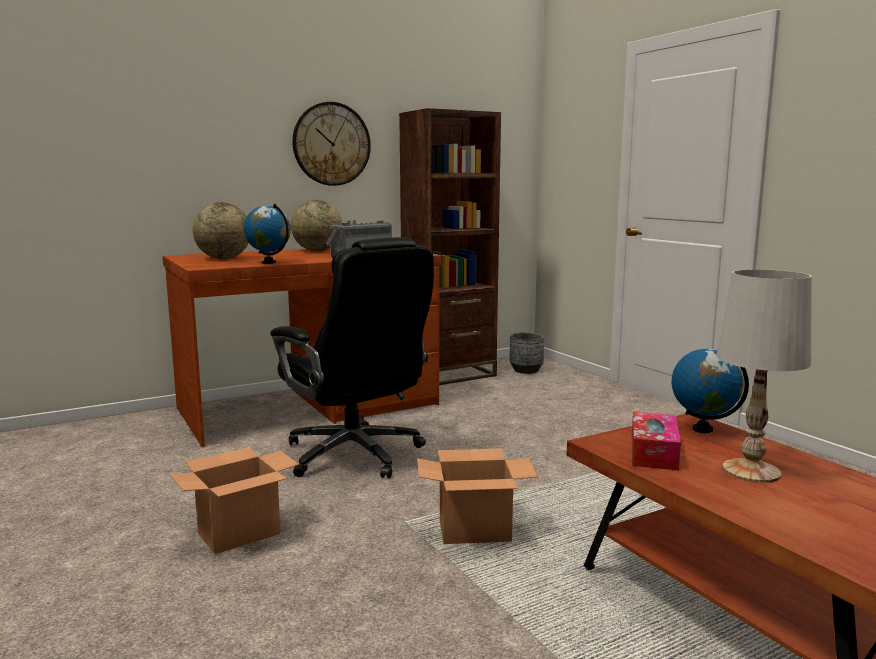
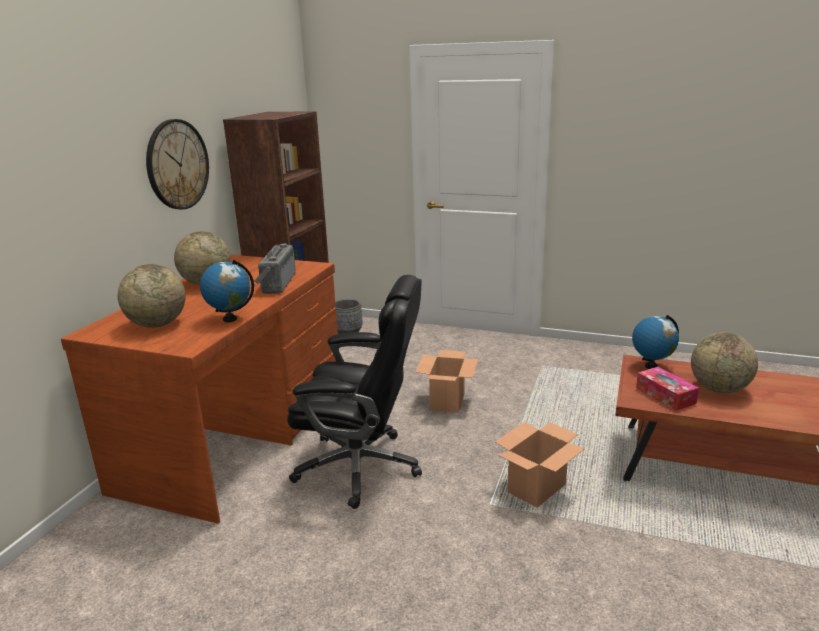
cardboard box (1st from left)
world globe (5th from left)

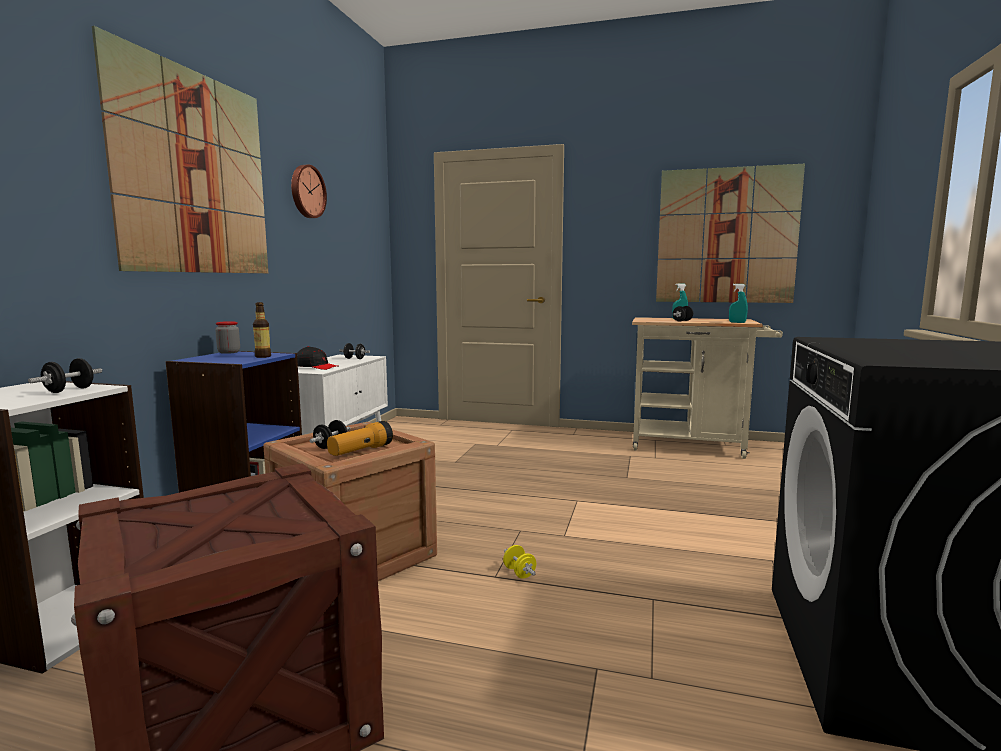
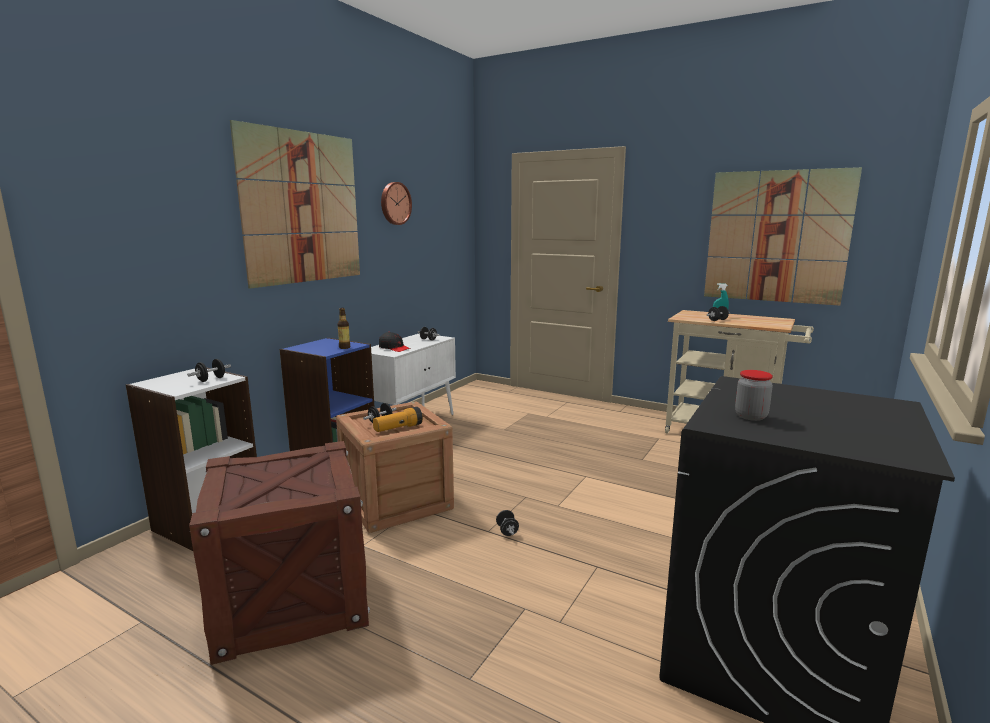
spray bottle/blue-green (2nd from left in the first image)
storage jar
dumbbell/blackish (4th from left)

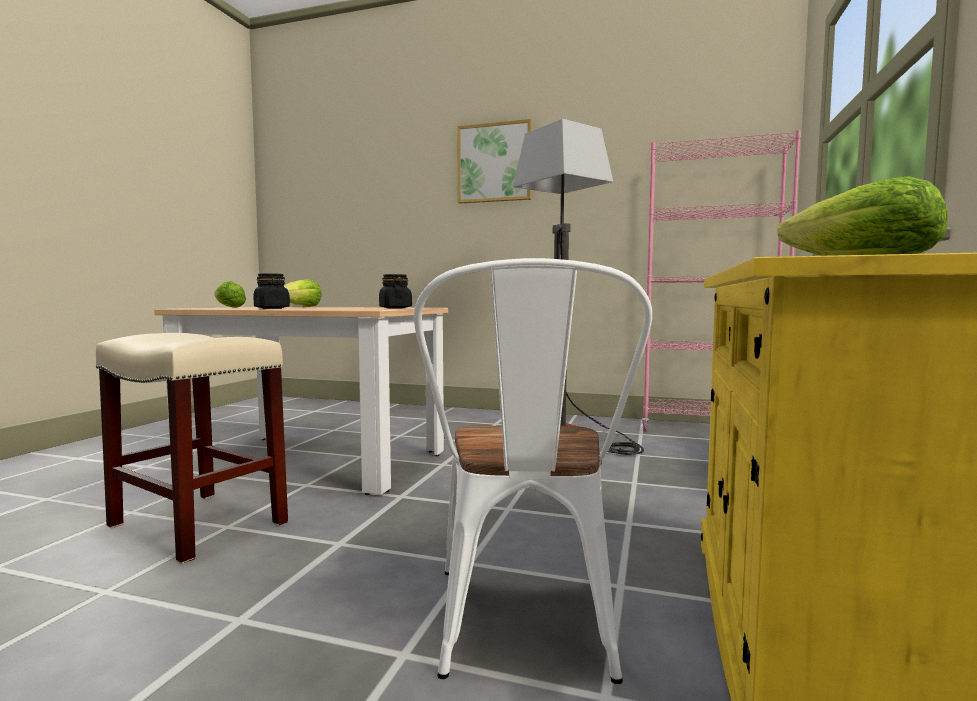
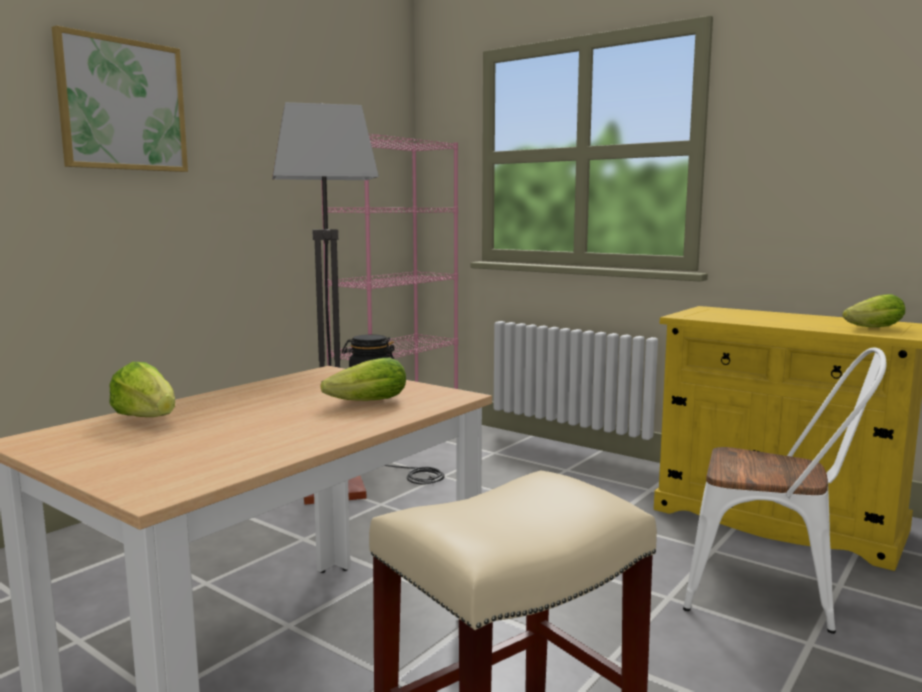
storage jar/blackish (1st from left in the first image)
head of lettuce (2nd from left)

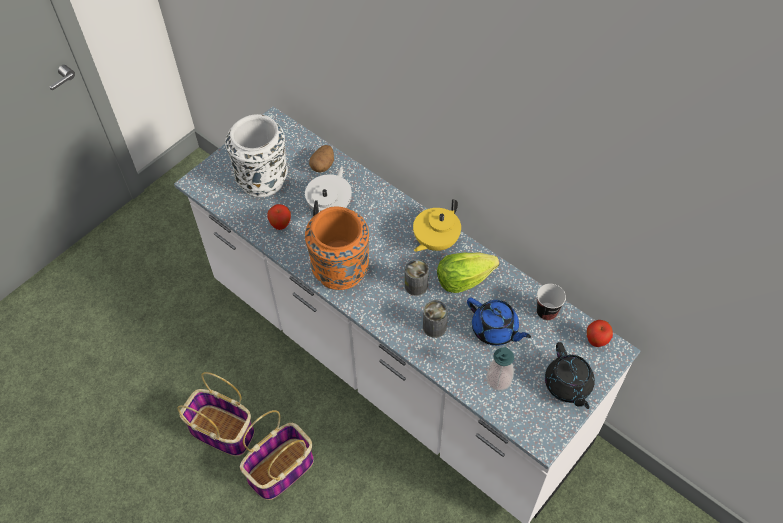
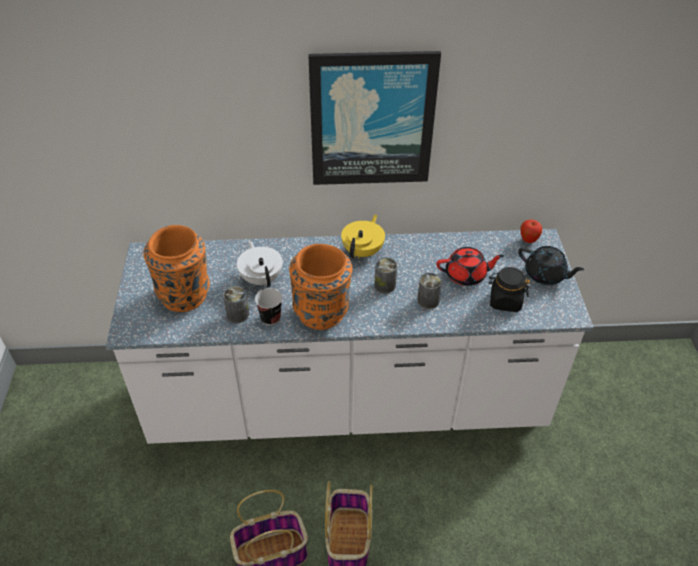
potato
head of lettuce
wall picture
cup
sealed can (1st from left)
storage jar/blackish
decorative vase/orange (1st from left)
tea pot/red-coloured
tea pot/yellowish

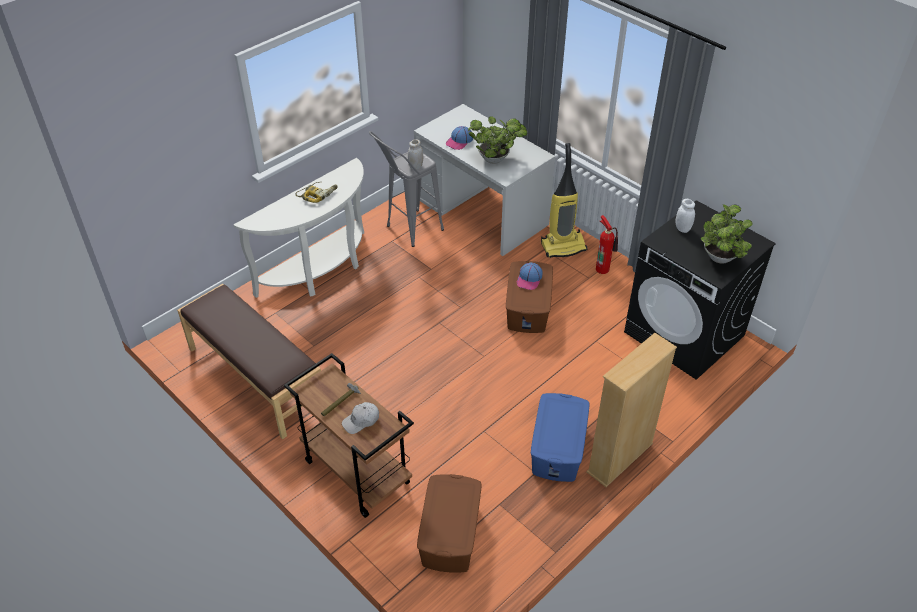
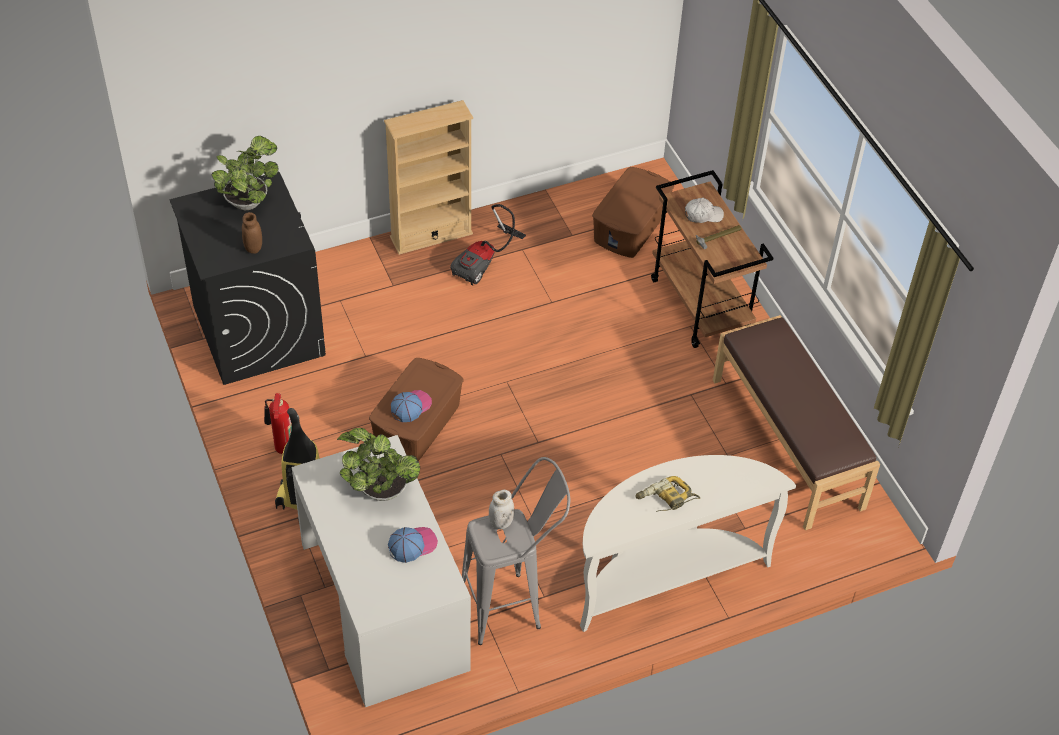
vacuum (2nd from left)
storage jar/brownish

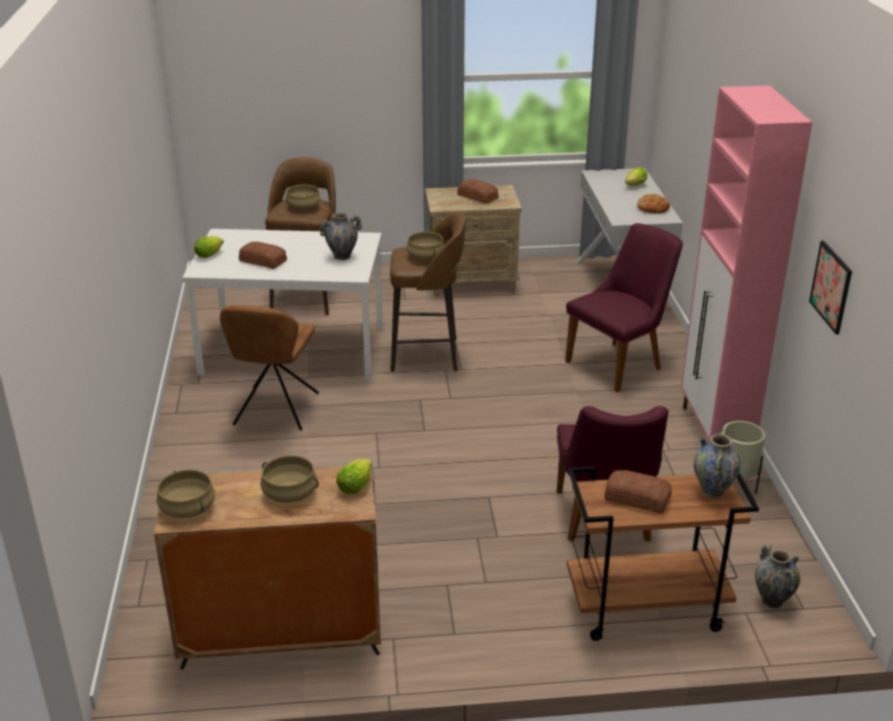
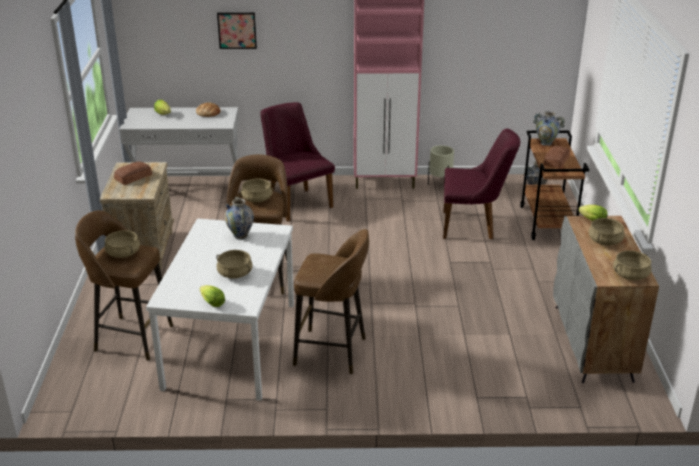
wall picture
stool seat/brownish (3rd from left)
cooking pot/beige (2nd from left)

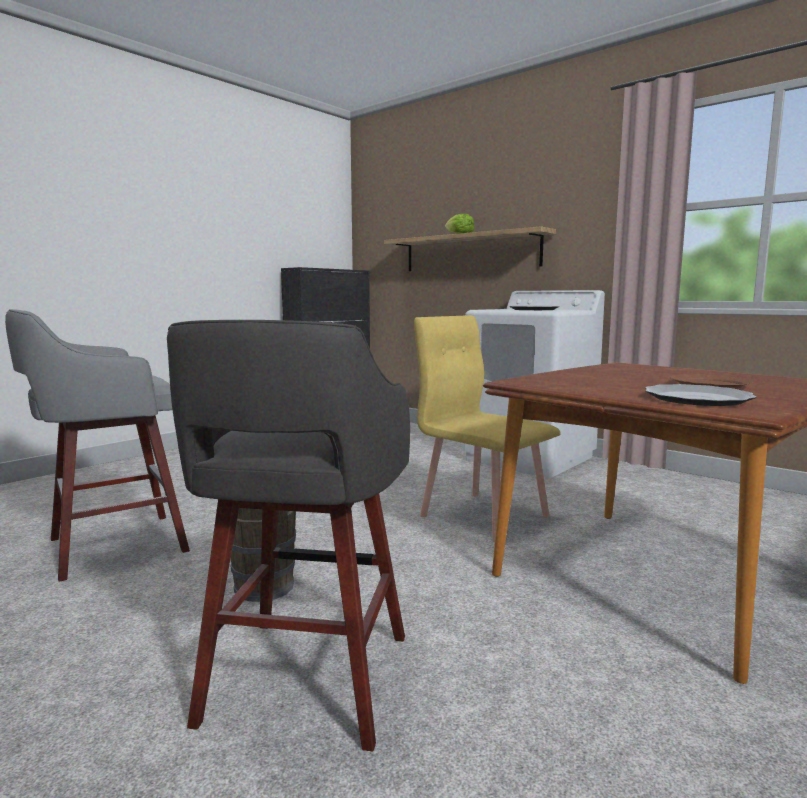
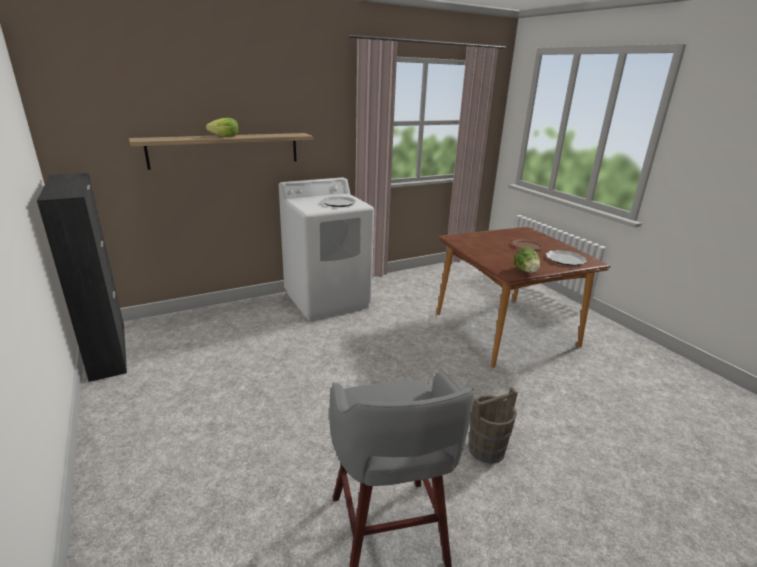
stool seat/gray (2nd from left in the first image)
upright chair/yellowish
head of lettuce (2nd from left)

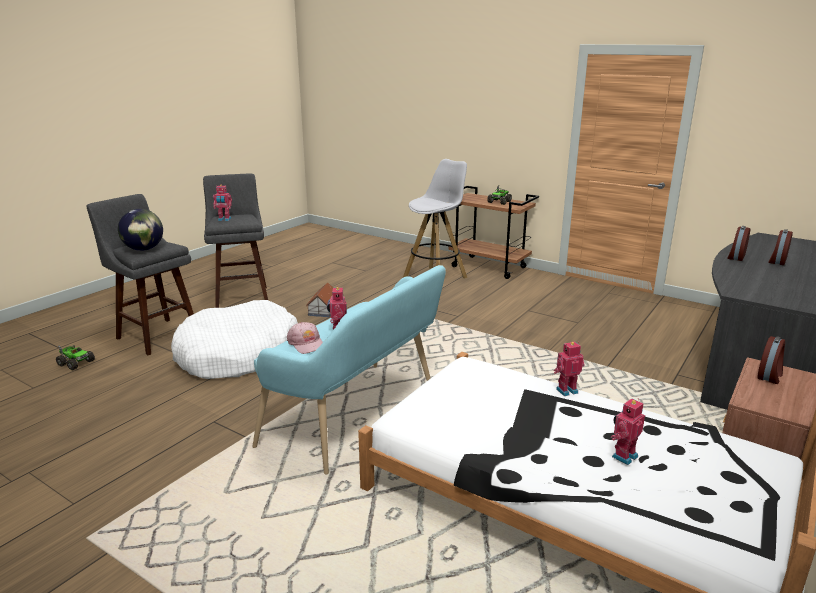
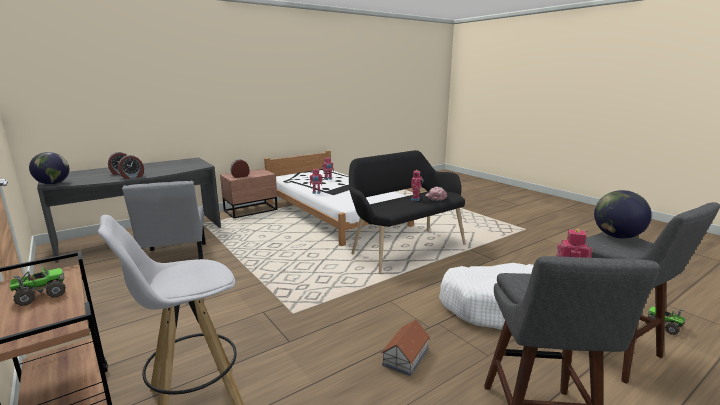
world globe (1st from left)
upright chair/gray
bench/blackish

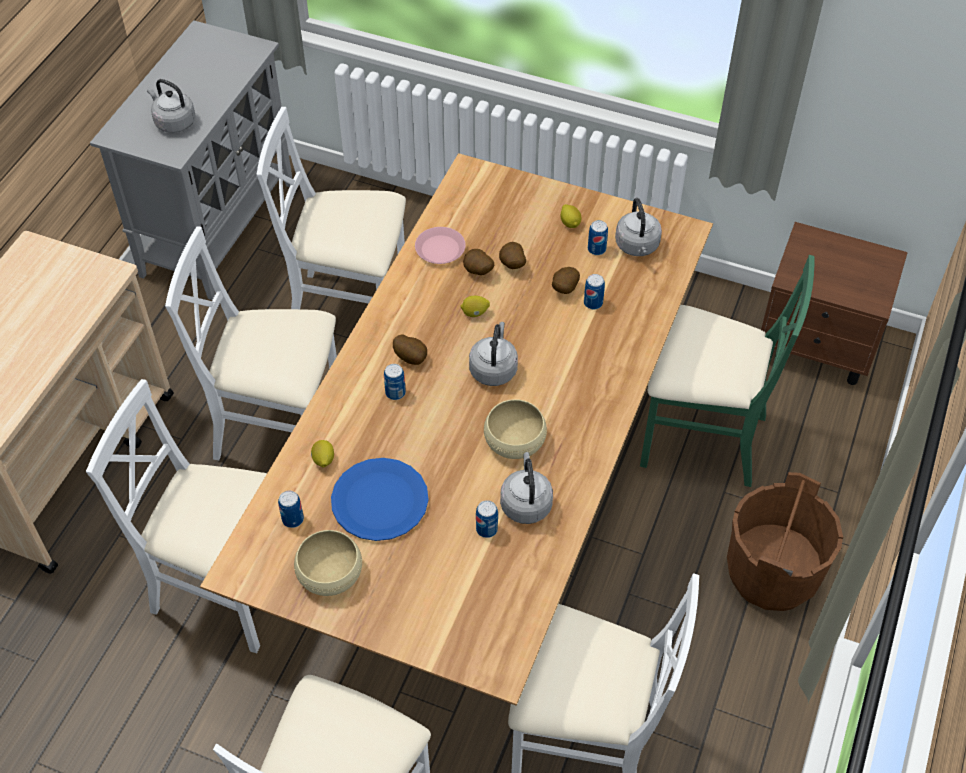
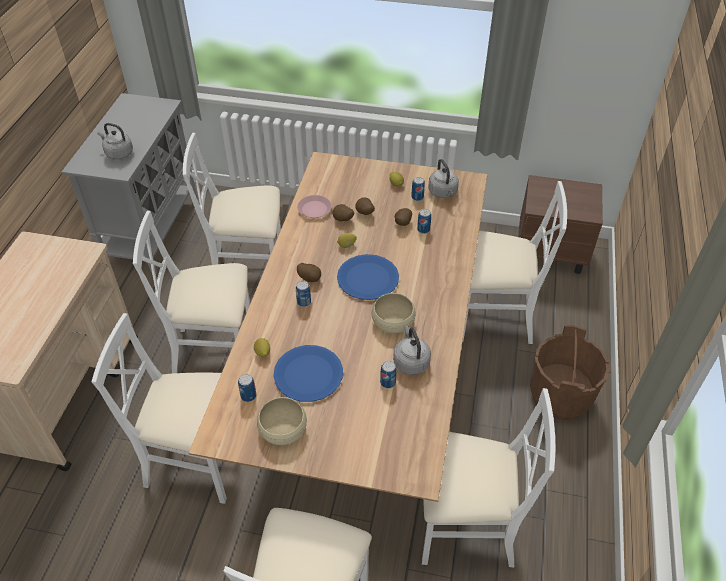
dinner plate/blue-coloured (2nd from left)
upright chair/white (6th from left)

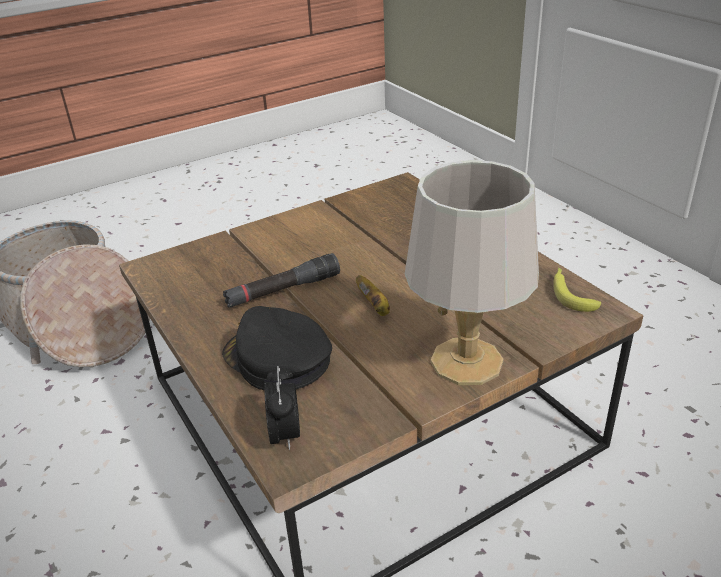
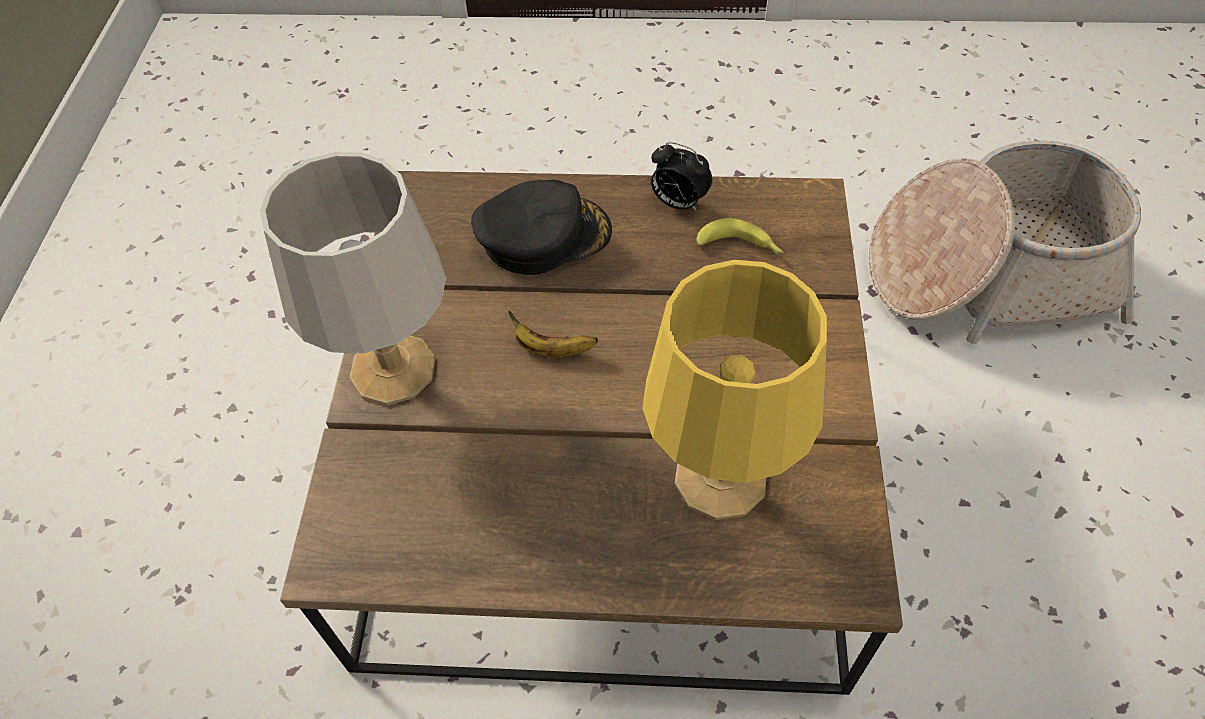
hand torch/blackish
tabletop lamp/yellowish
bedside clock
banana fruit (2nd from left)

